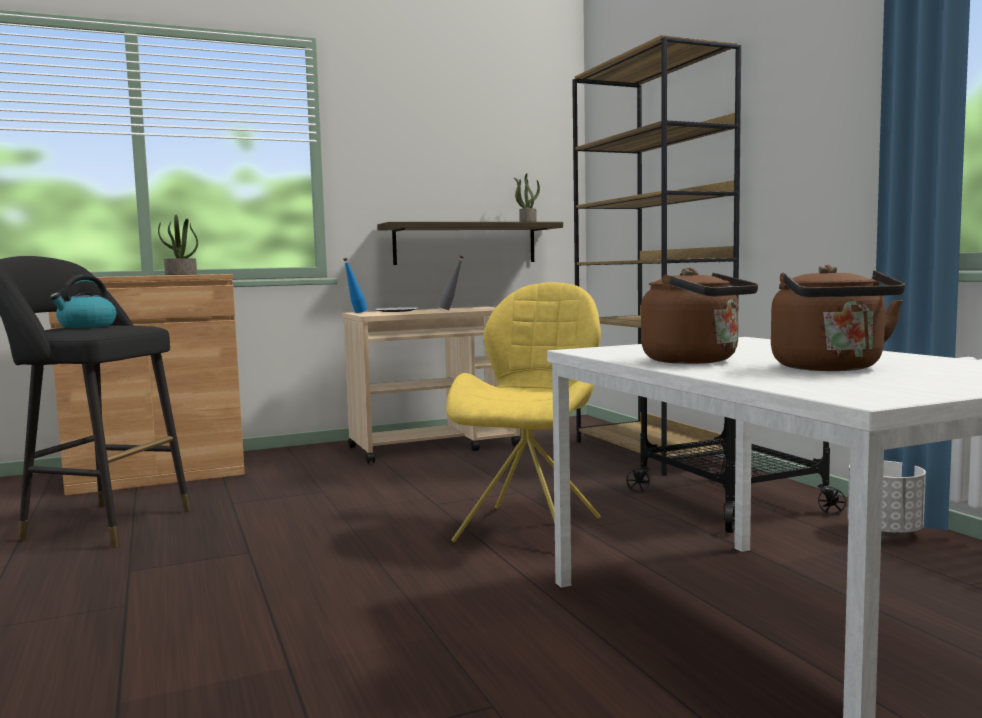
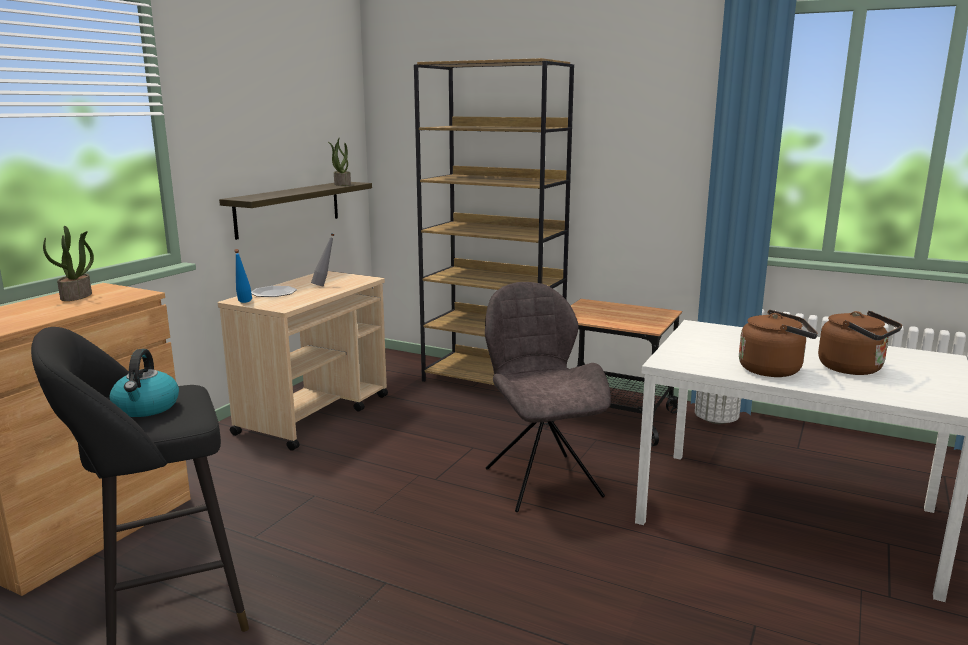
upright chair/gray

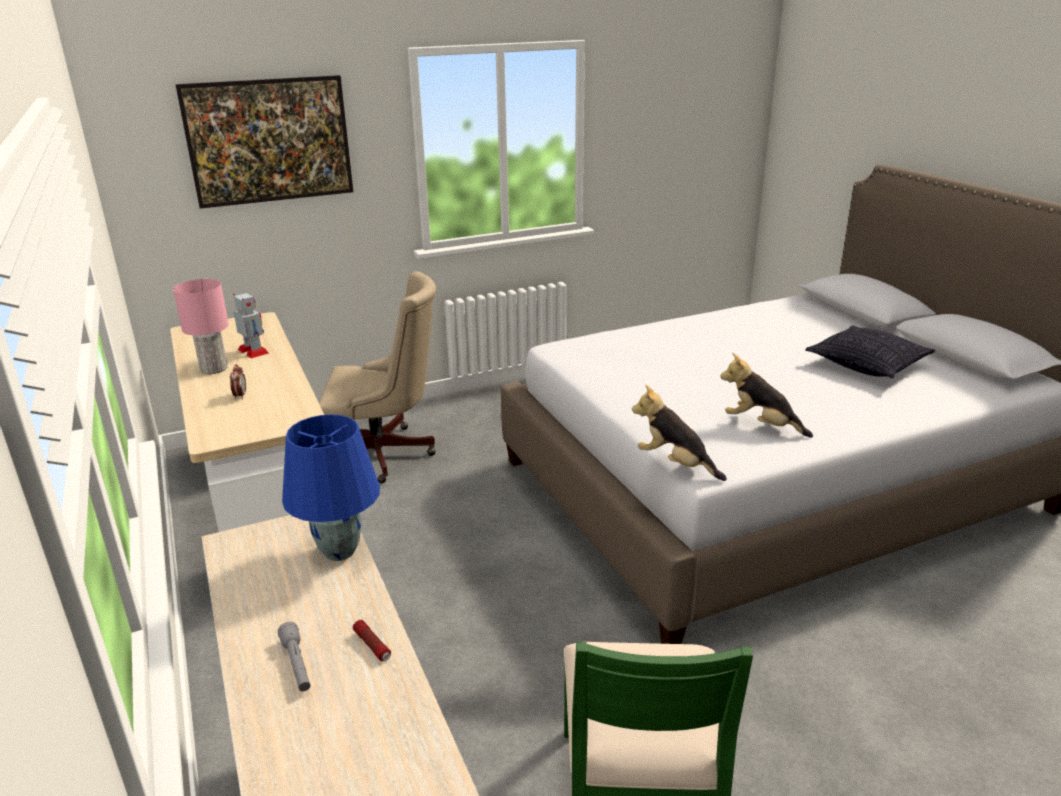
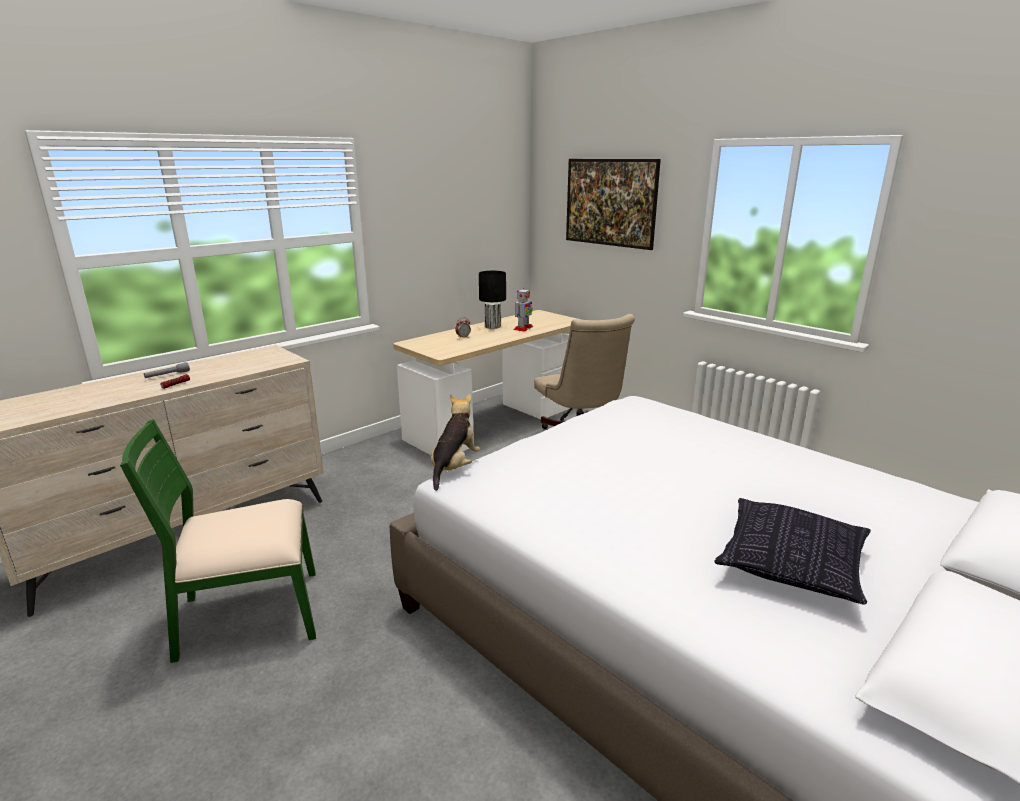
tabletop lamp/blue-coloured
plush toy (2nd from left in the first image)
tabletop lamp/blackish

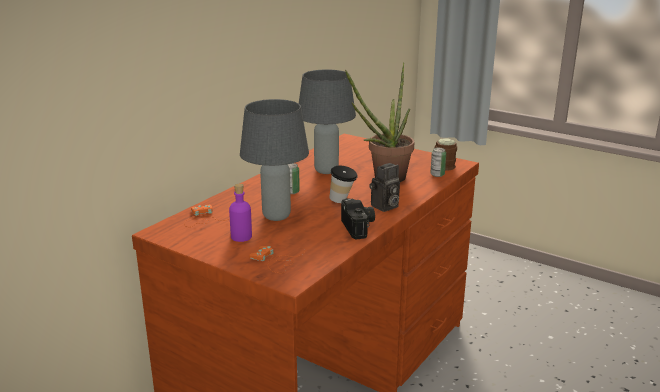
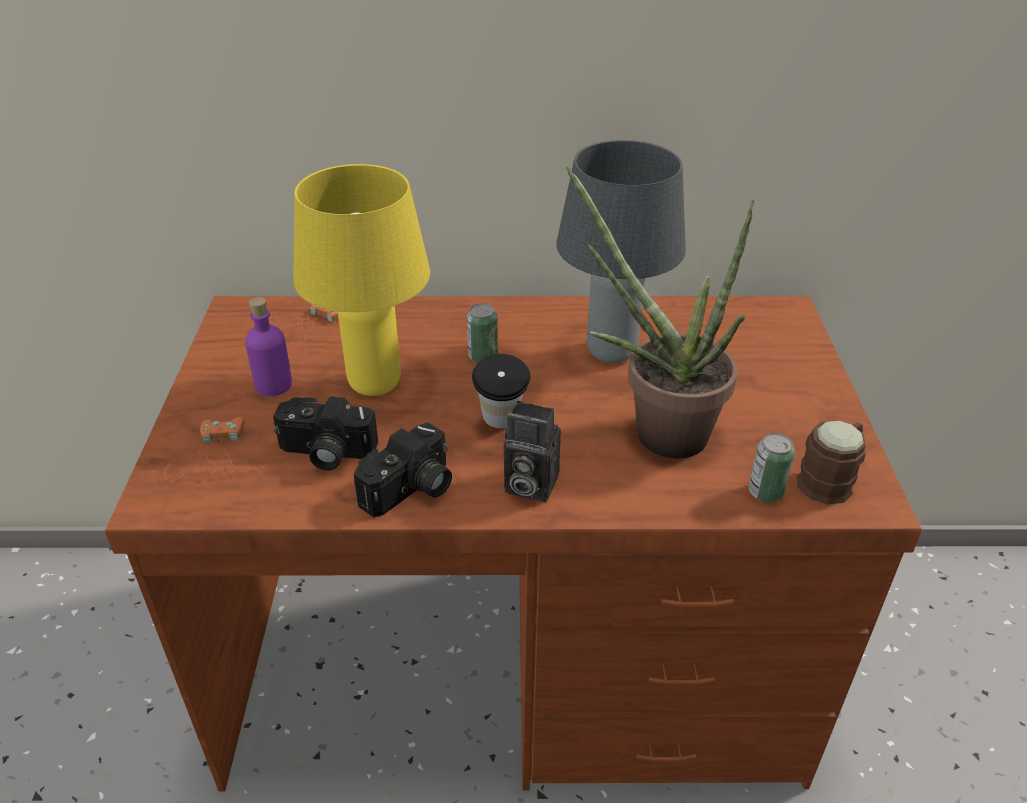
still camera (1st from left)
tabletop lamp/yellowish

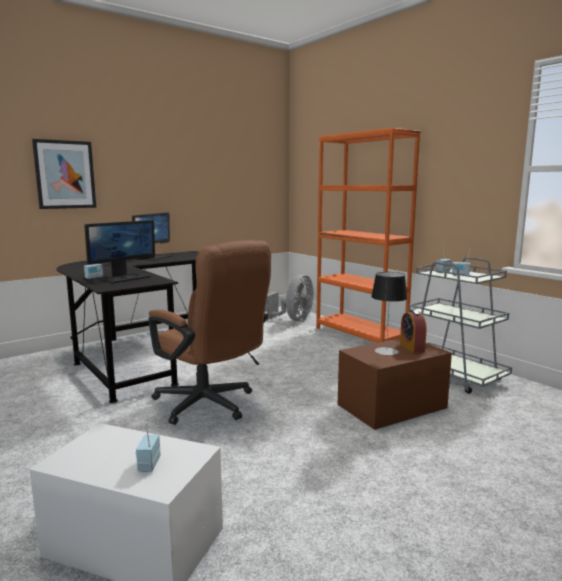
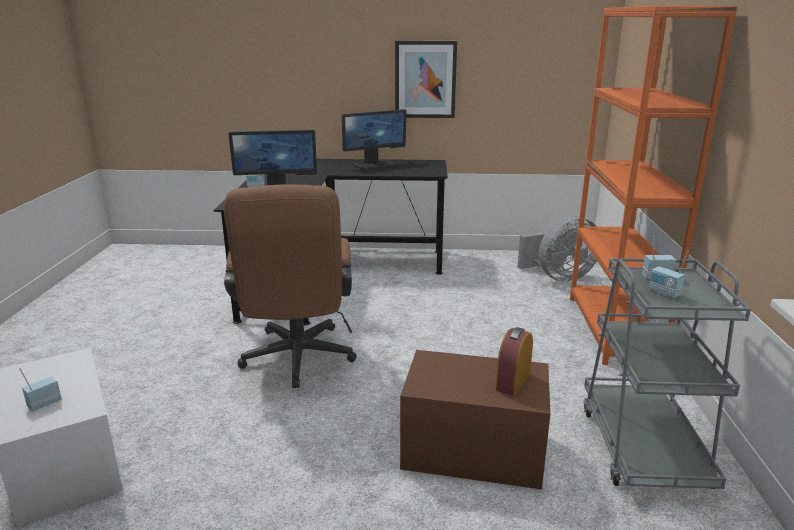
tabletop lamp
wall picture

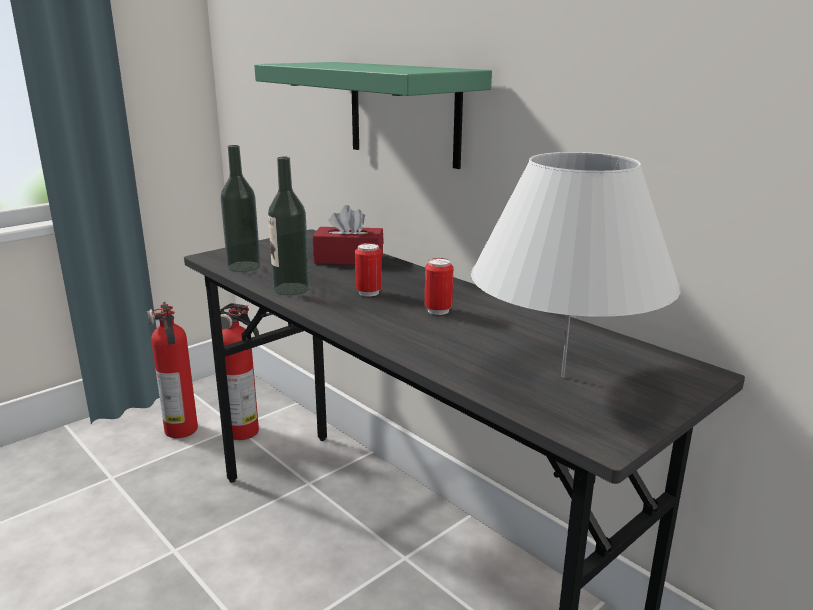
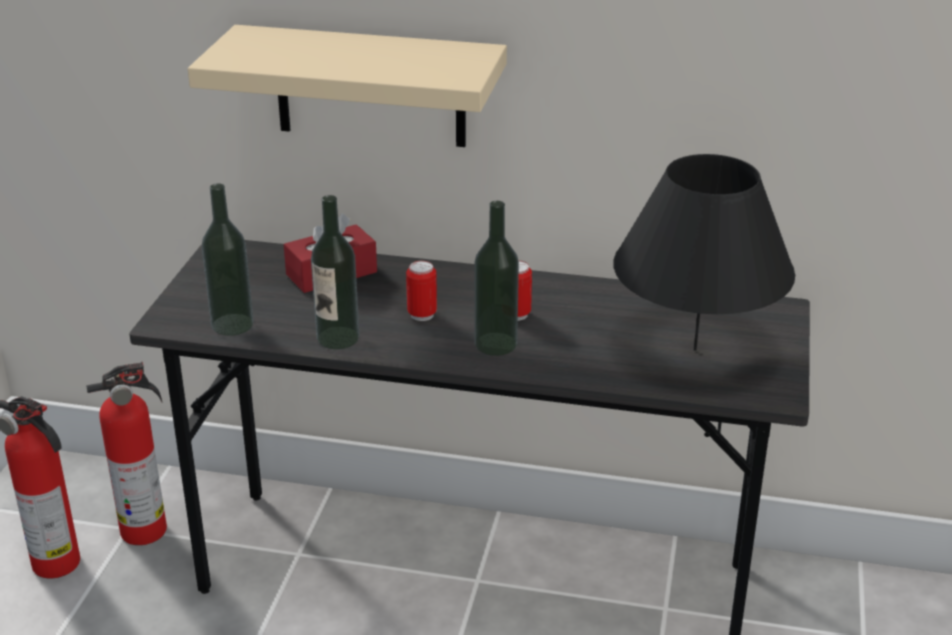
bottle (3rd from left)
bracket shelf/beige
tabletop lamp/blackish

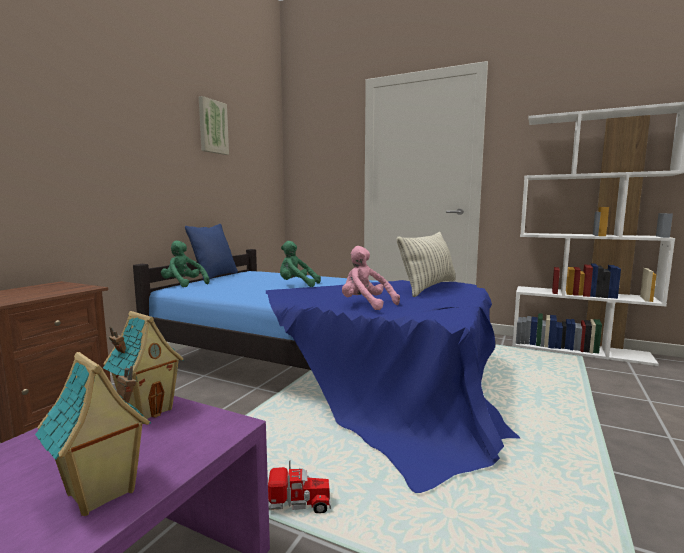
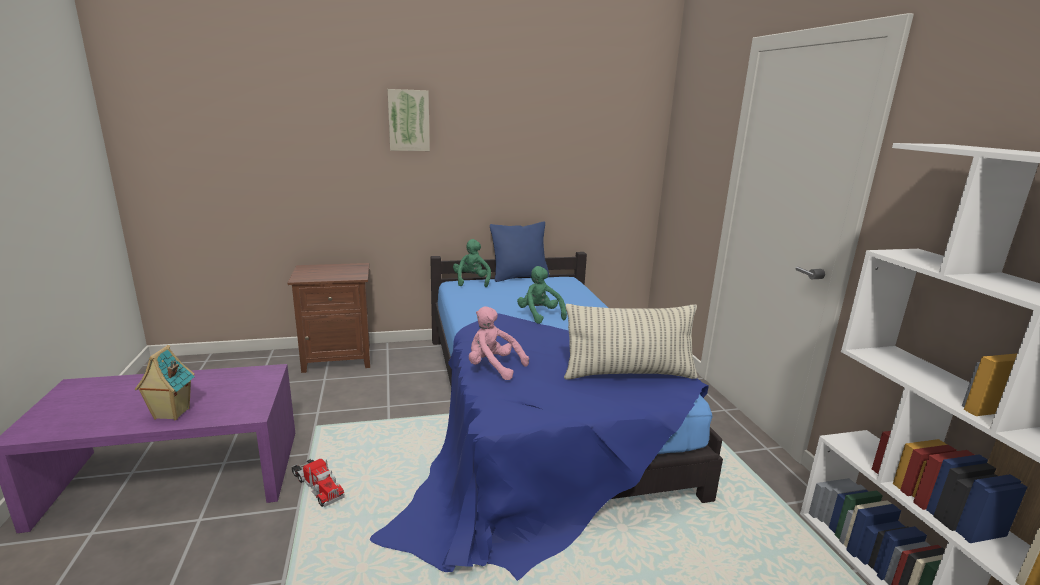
miniature house (2nd from left in the first image)
wall picture
plush toy/pink-coloured

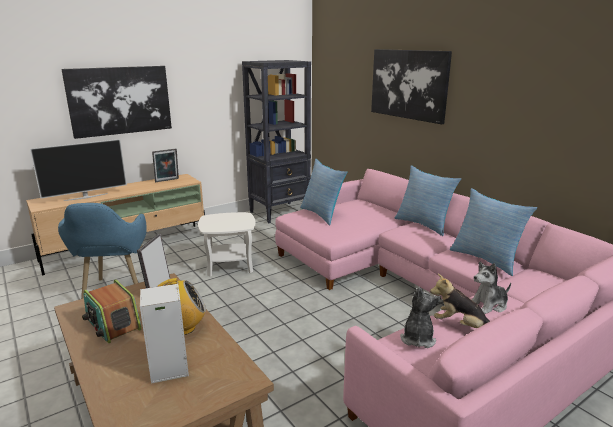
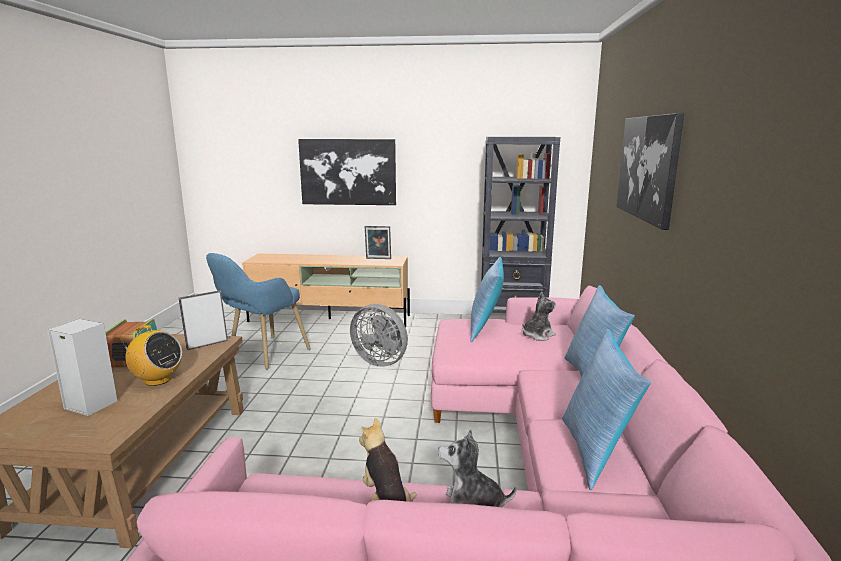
TV
plush toy (3rd from left)
electric fan/gray

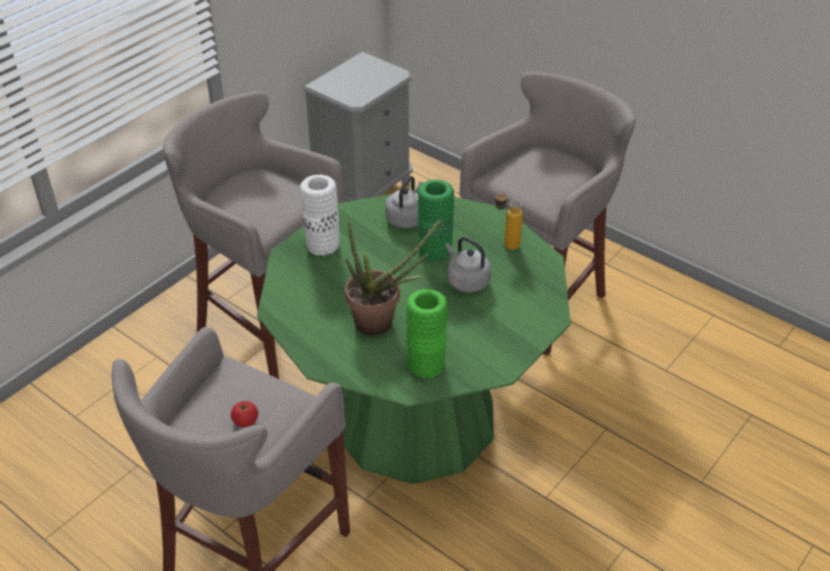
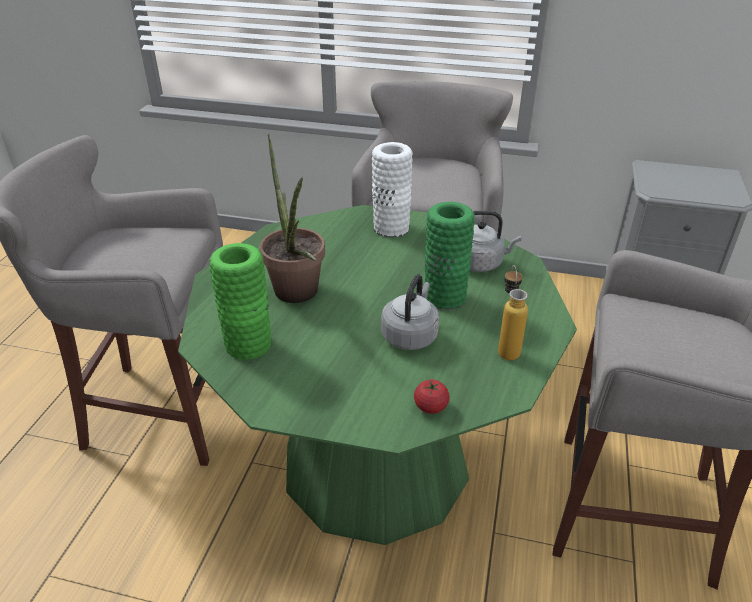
tomato

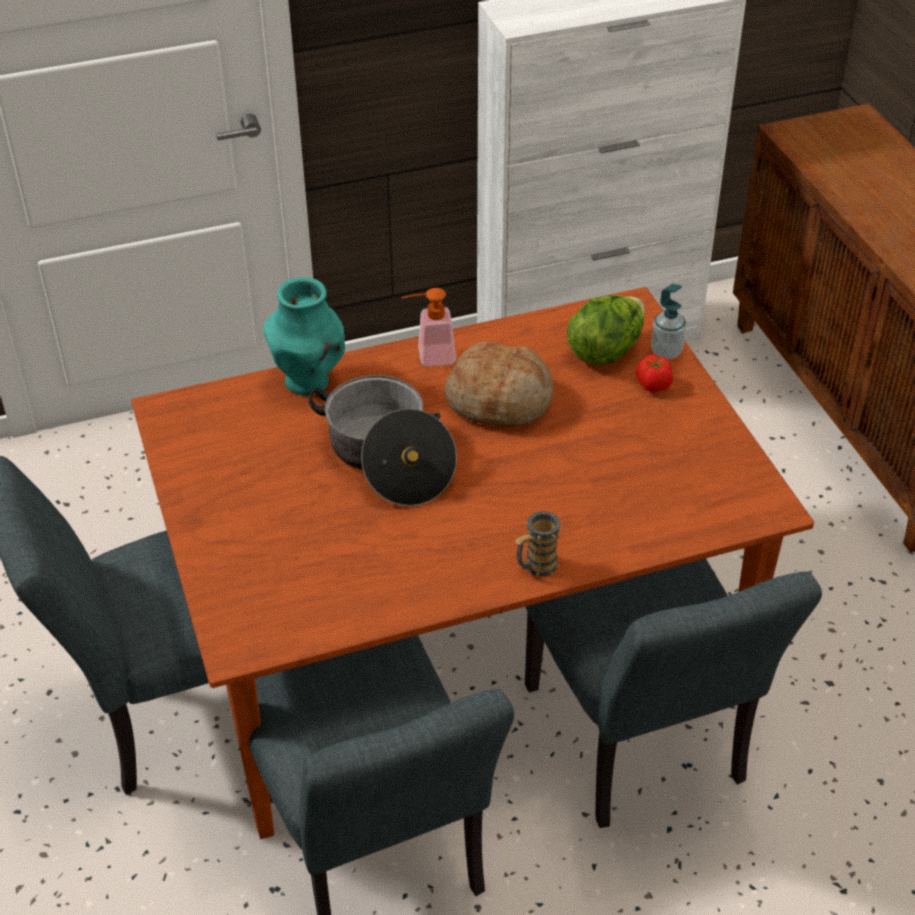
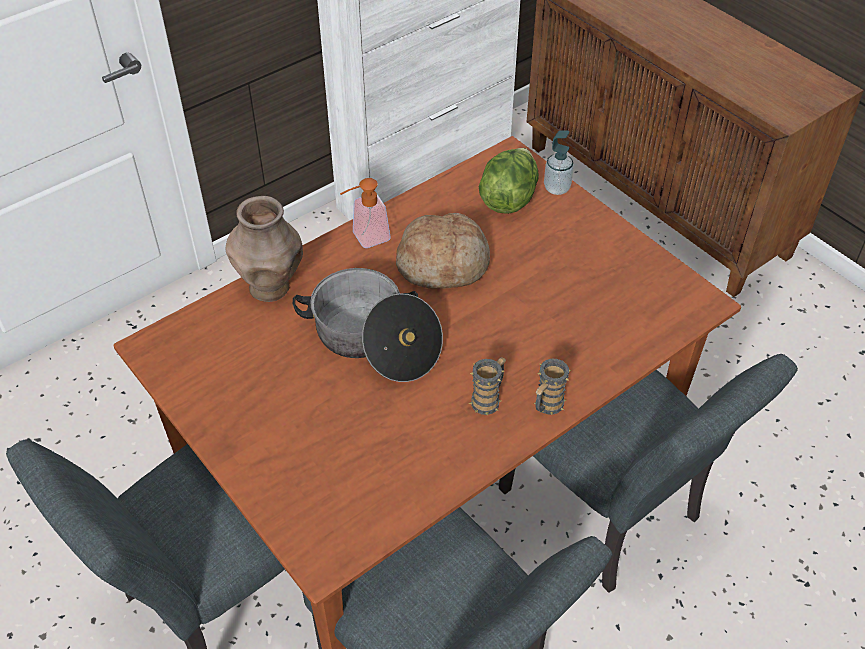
tomato
mug (1st from left)
decorative vase/brownish

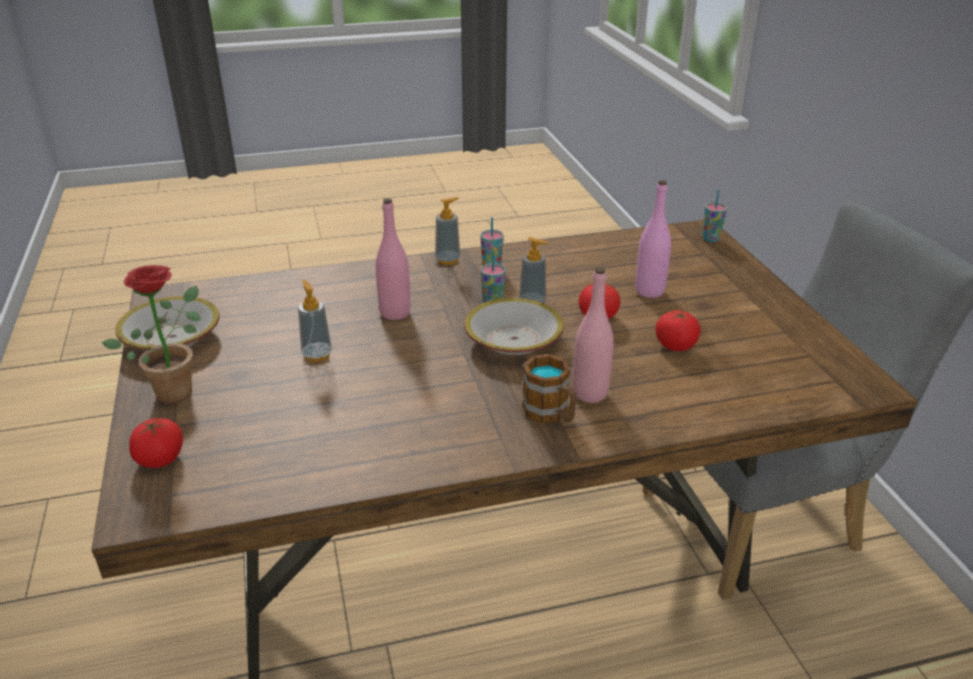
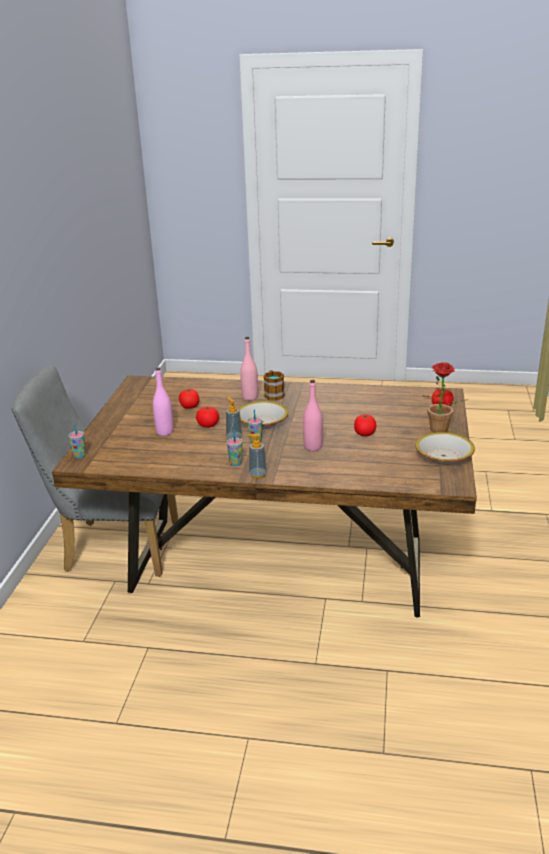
tomato (3rd from left)

